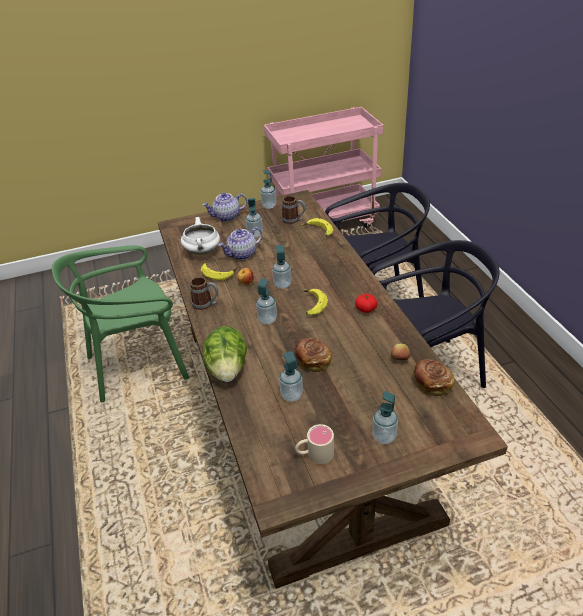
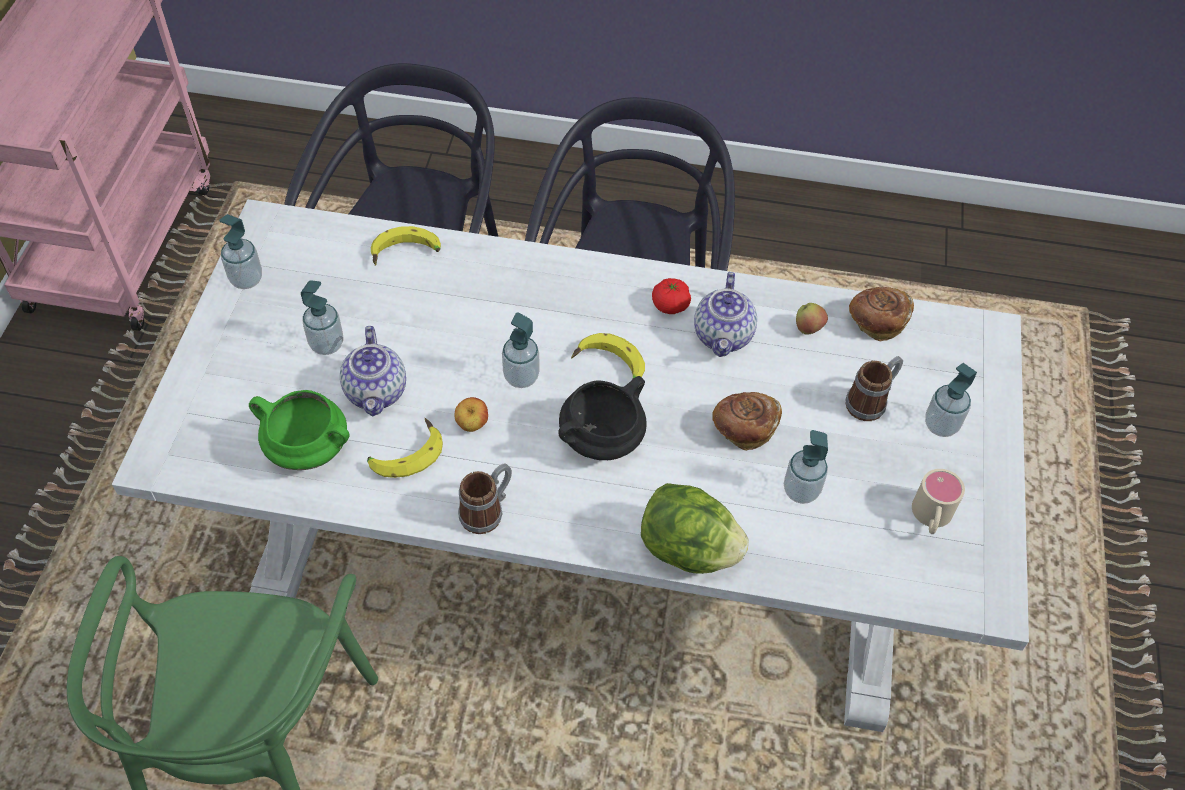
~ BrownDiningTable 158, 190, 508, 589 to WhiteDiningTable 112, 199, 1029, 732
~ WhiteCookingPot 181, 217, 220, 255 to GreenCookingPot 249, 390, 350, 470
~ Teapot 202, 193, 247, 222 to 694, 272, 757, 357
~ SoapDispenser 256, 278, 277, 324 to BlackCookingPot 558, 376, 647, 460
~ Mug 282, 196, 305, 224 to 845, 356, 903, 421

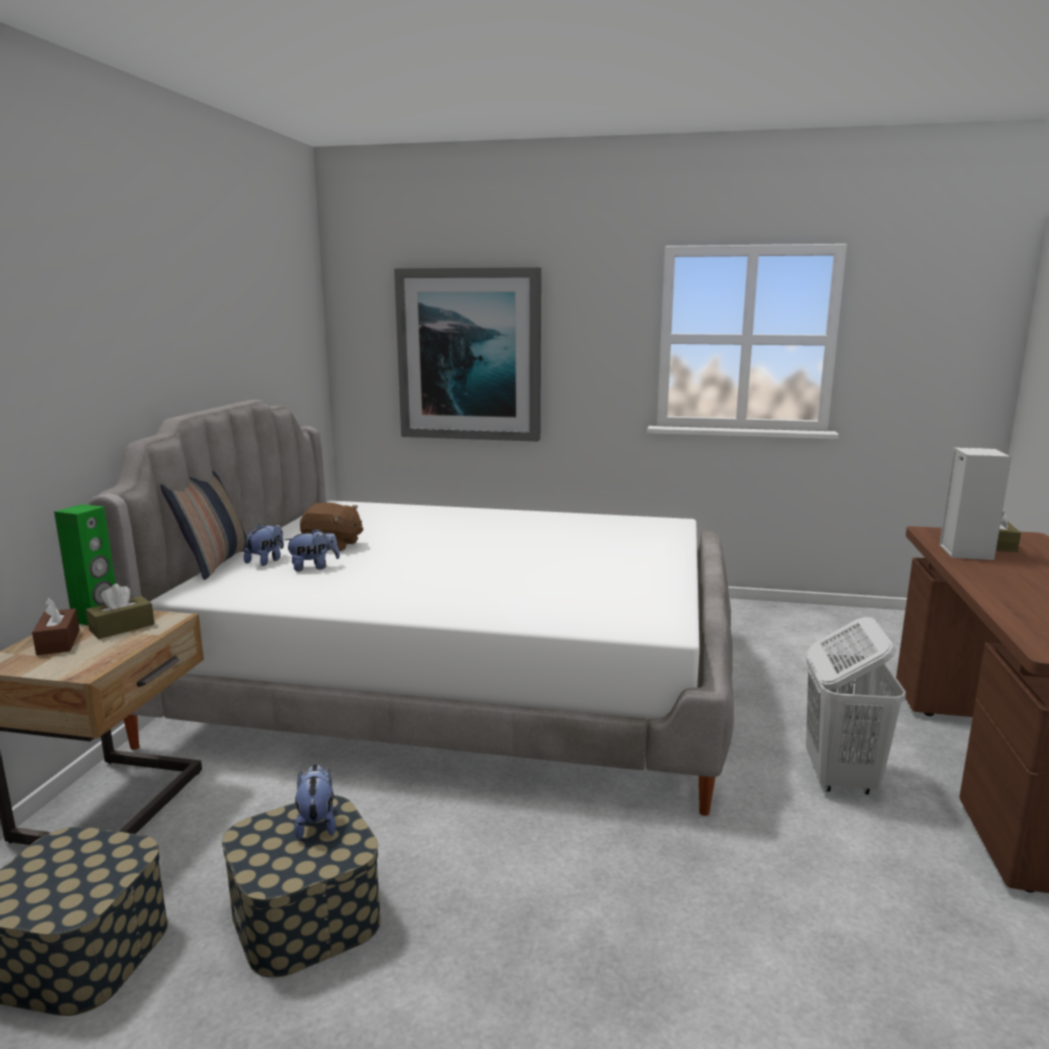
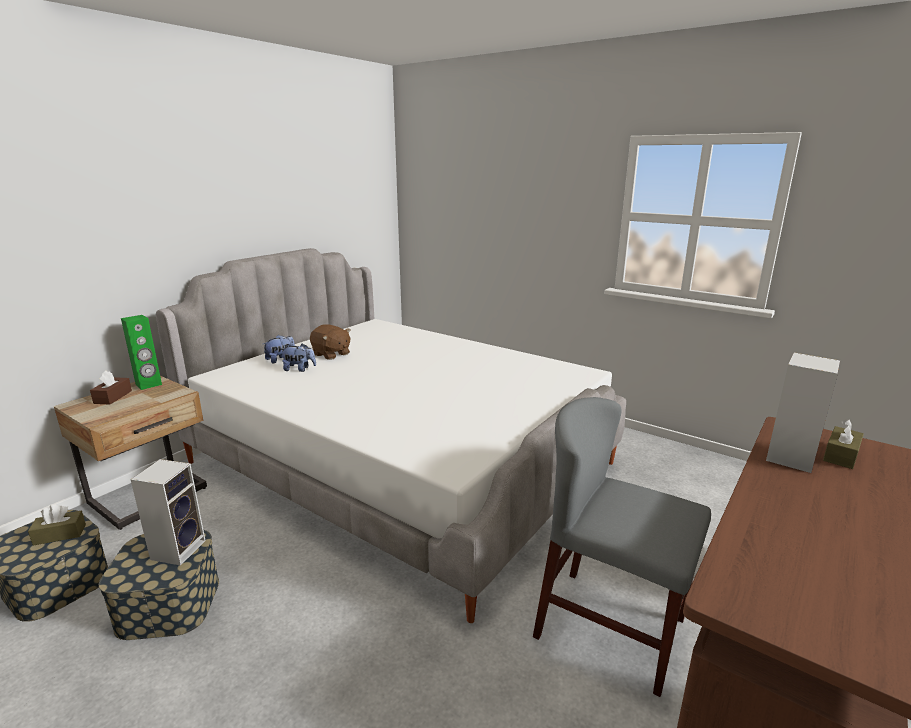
~ BrownTissueBox 86, 584, 155, 639 to 28, 505, 86, 546
- Pillow 160, 470, 247, 580
~ PlushToy 294, 764, 336, 840 to Speaker 131, 459, 206, 566
- Picture 394, 267, 541, 441
~ WhiteLaundryBasket 806, 617, 906, 794 to GreyChair 533, 397, 711, 697

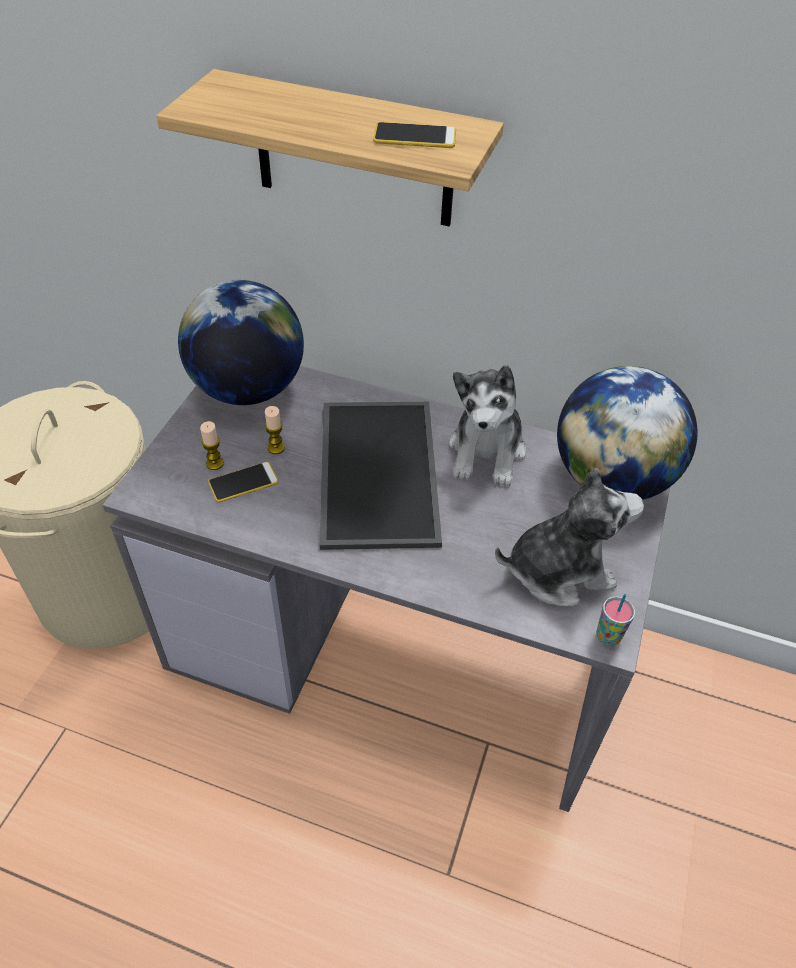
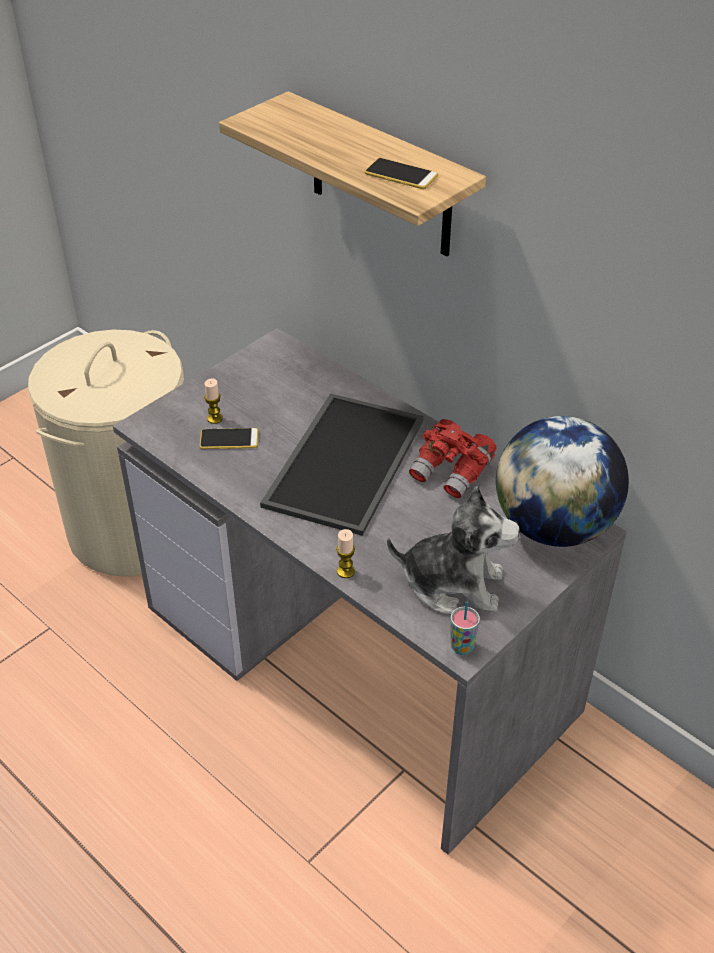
- Globe 178, 280, 304, 405
~ Candle 265, 406, 285, 454 to 336, 529, 355, 578
~ PlushToy 448, 365, 526, 487 to RedBinoculars 409, 419, 497, 498

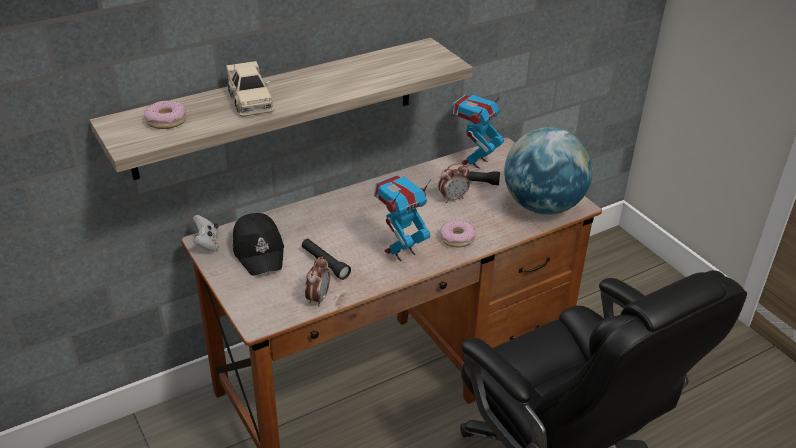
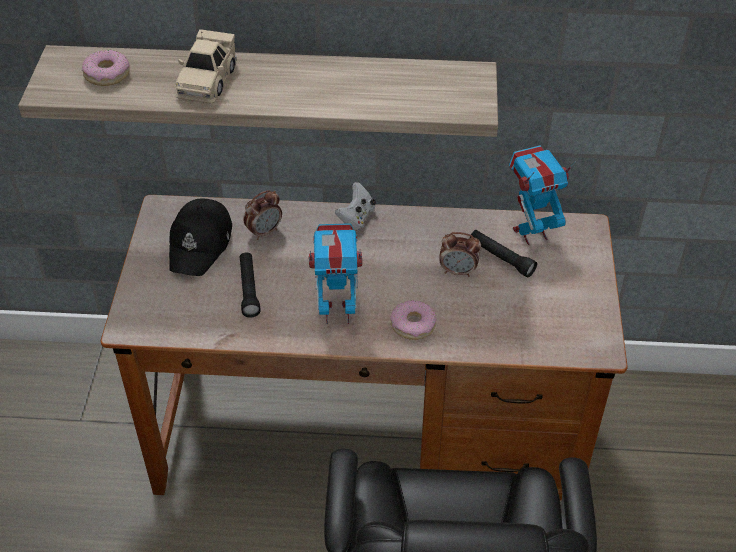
~ WhiteGameController 193, 215, 219, 252 to 335, 182, 376, 230
~ AlarmClock 305, 256, 330, 307 to 243, 190, 282, 240
- Globe 504, 127, 593, 215

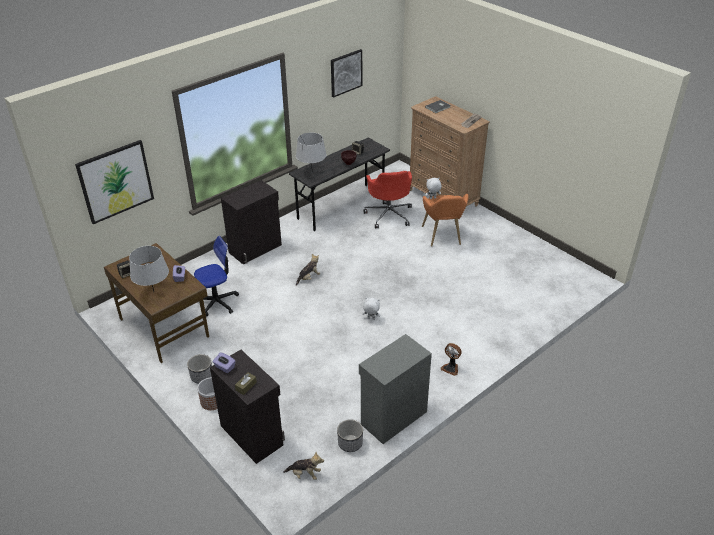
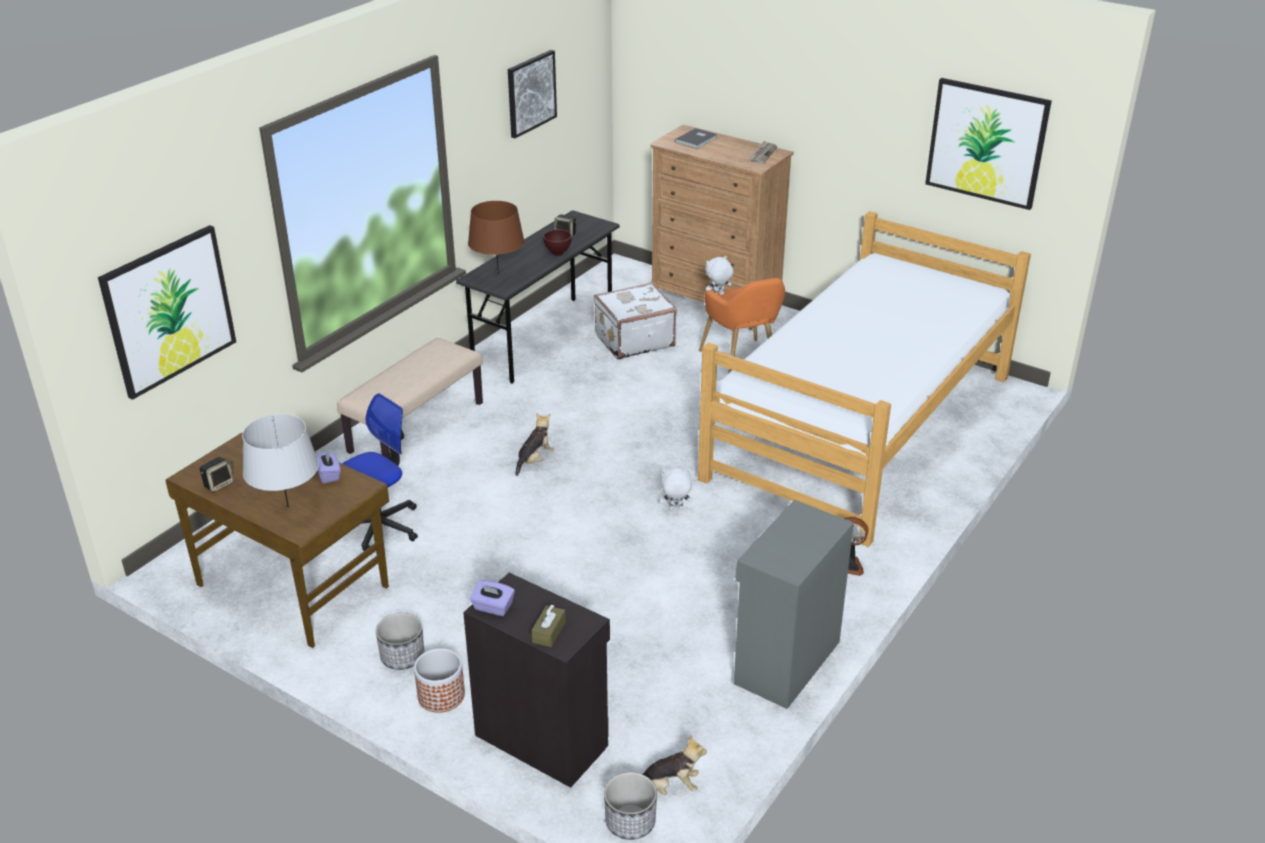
~ BlackCabinet 221, 180, 282, 264 to BeigeBench 337, 338, 483, 459
~ GreyTableLamp 296, 133, 327, 166 to BrownTableLamp 468, 201, 524, 275
~ Planter 337, 419, 363, 452 to 604, 772, 657, 840
~ RedOfficeChair 363, 171, 412, 229 to WhiteSuitcase 594, 282, 677, 360
+ Bed 698, 211, 1031, 547
+ Picture 925, 78, 1052, 210

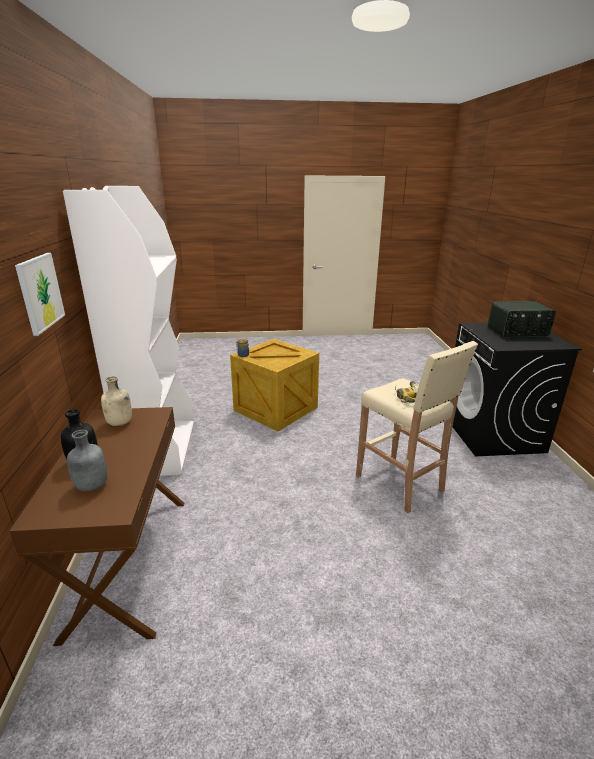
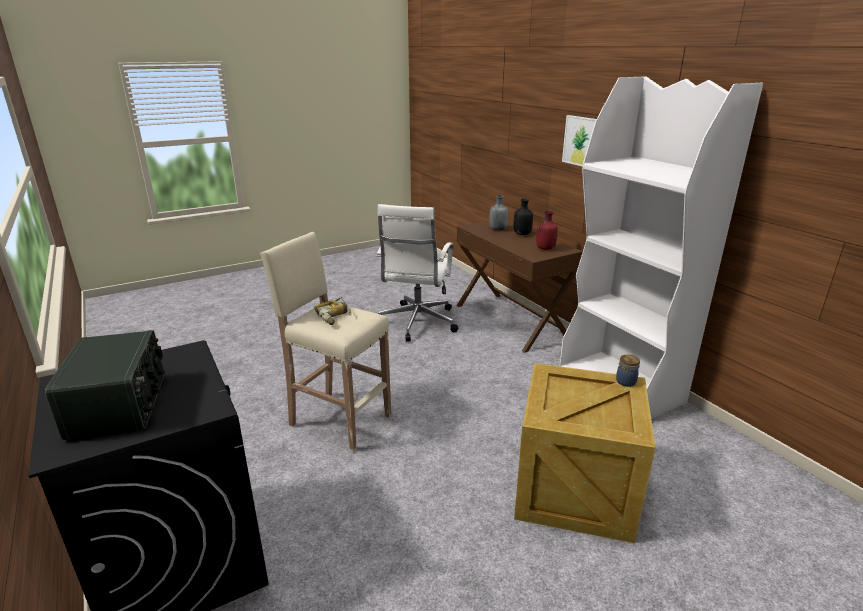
~ BeigeBottle 101, 376, 132, 426 to RedBottle 536, 211, 558, 250
~ Radio 488, 301, 556, 338 = 45, 330, 165, 440 105 degrees clockwise
+ WhiteOfficeChair 376, 204, 458, 342

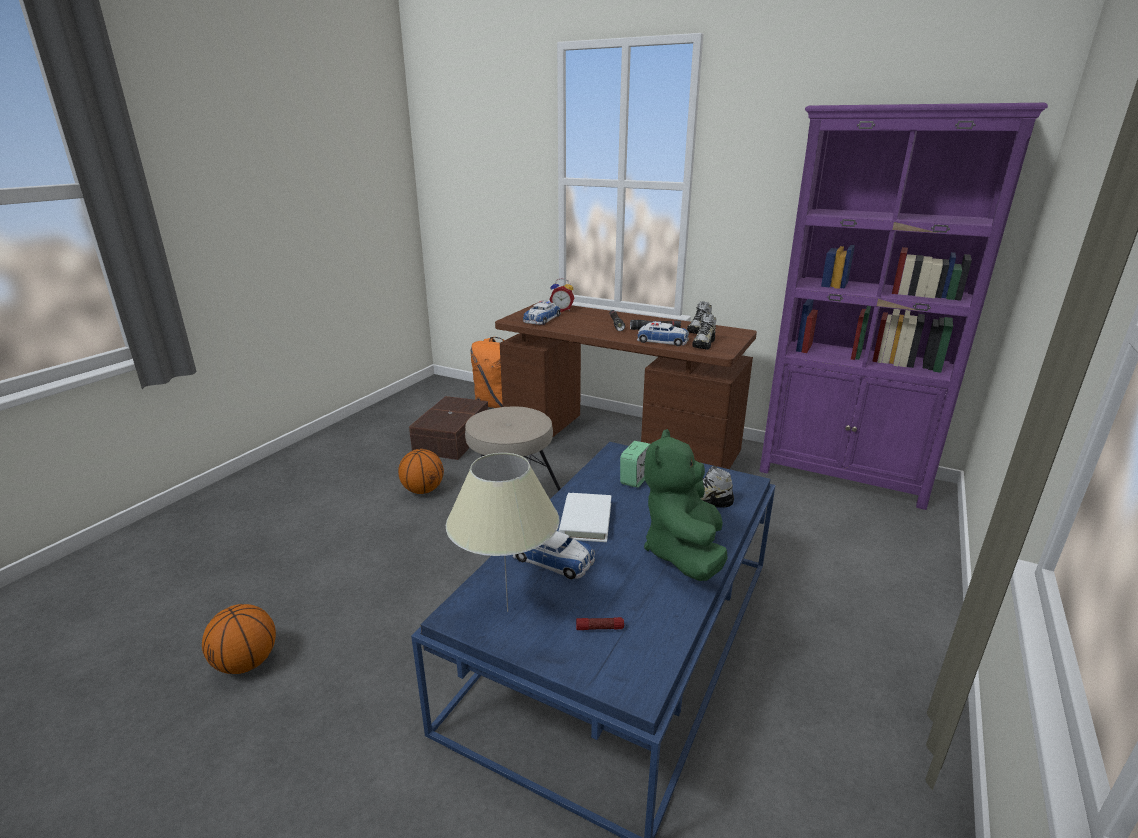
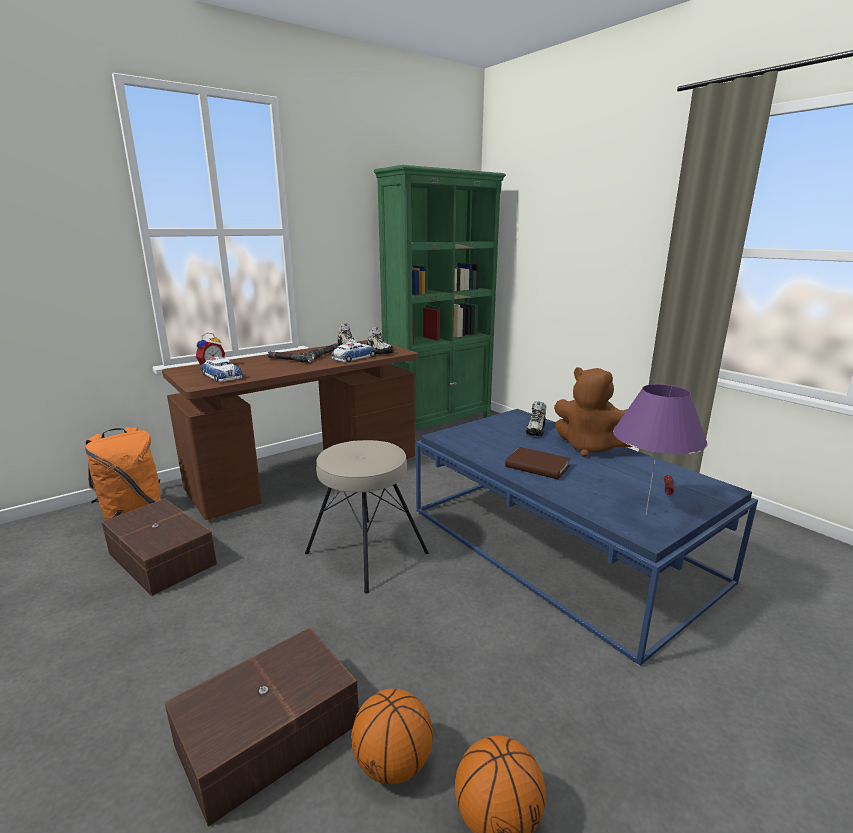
~ Basketball 398, 449, 444, 494 to 351, 689, 433, 785
~ BeigeTableLamp 446, 453, 560, 612 to PurpleTableLamp 613, 384, 708, 515
- ToyCar 513, 531, 595, 579
~ WhiteBook 558, 493, 611, 542 to BrownBook 505, 447, 571, 480
- AlarmClock 620, 441, 650, 488
~ GreenPlushToy 644, 429, 728, 581 to BrownPlushToy 554, 367, 633, 457
~ PurpleBookcase 759, 103, 1048, 510 to GreenBookcase 374, 165, 506, 430
+ BrownStorageBox 164, 627, 359, 827

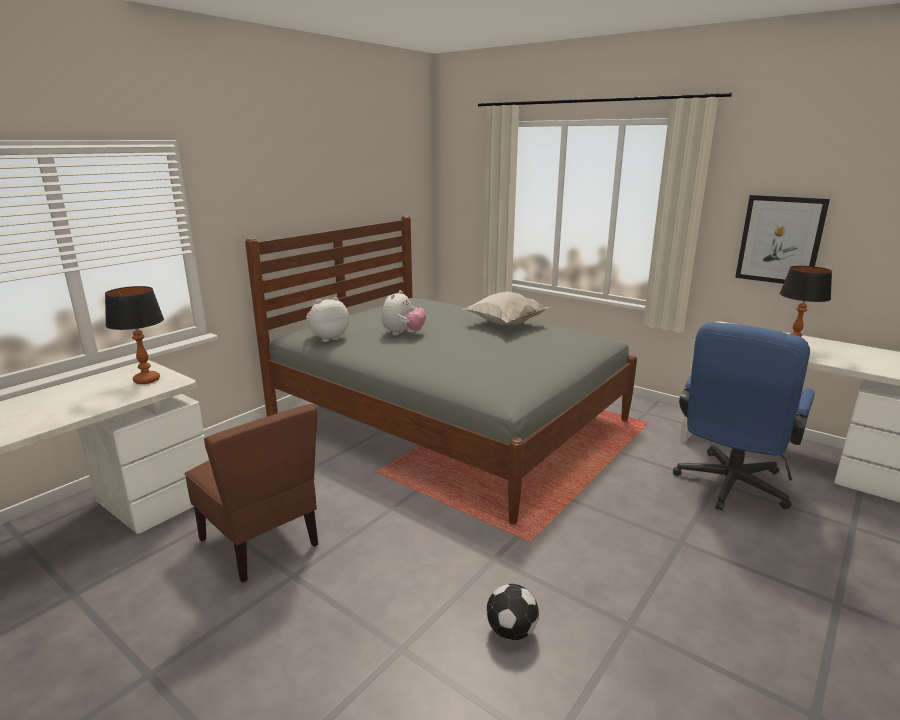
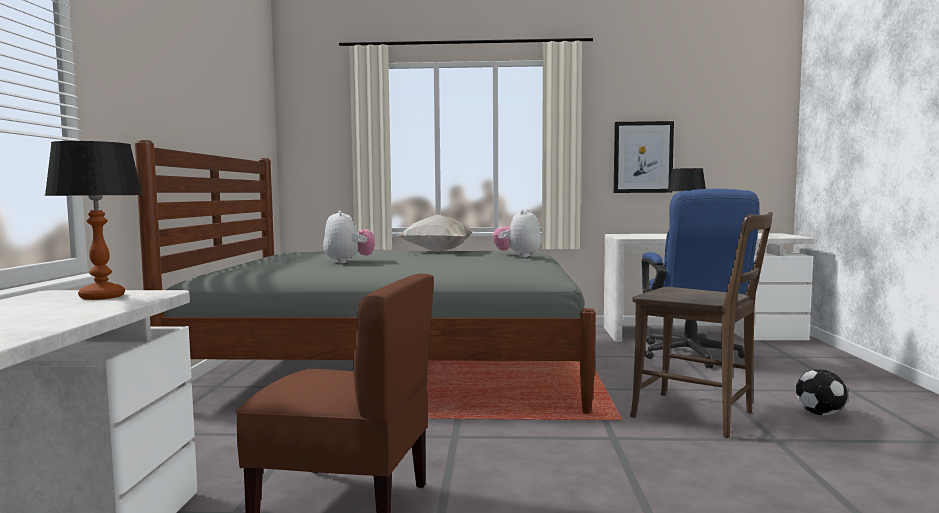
~ PlushToy 306, 297, 349, 342 to 493, 209, 541, 258
~ Football 487, 584, 539, 640 to 796, 369, 848, 416
+ BrownChair 630, 212, 773, 438

